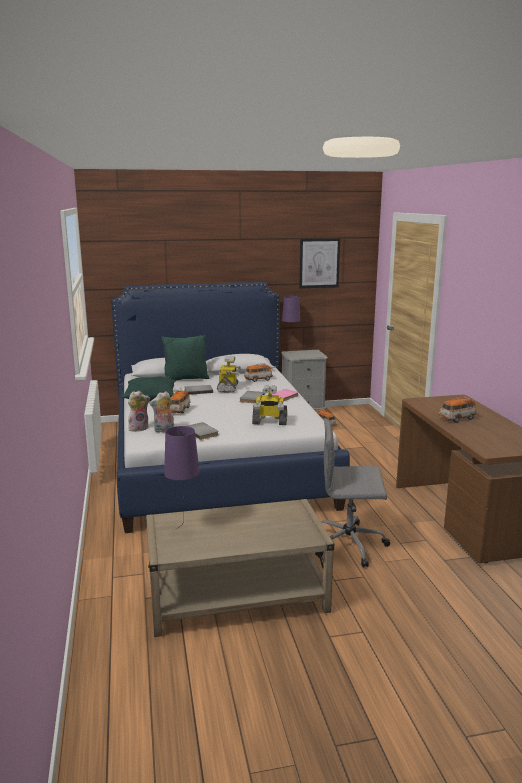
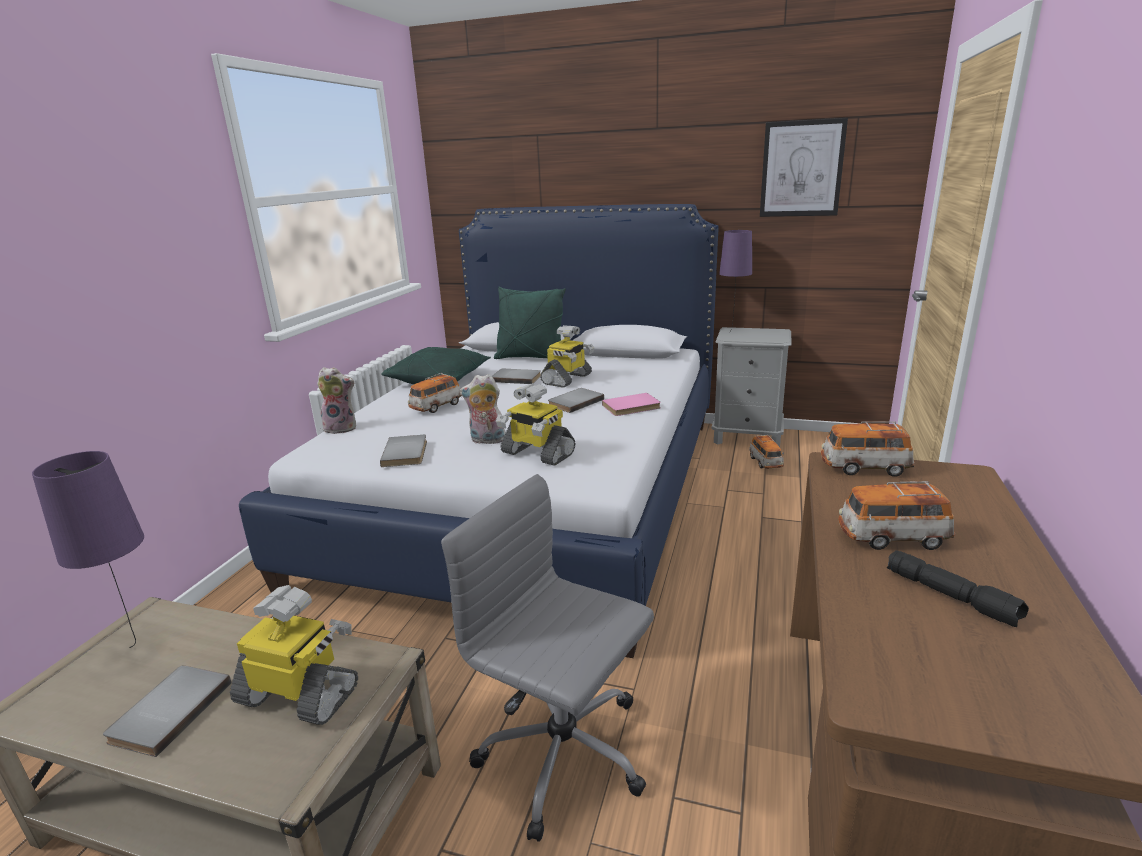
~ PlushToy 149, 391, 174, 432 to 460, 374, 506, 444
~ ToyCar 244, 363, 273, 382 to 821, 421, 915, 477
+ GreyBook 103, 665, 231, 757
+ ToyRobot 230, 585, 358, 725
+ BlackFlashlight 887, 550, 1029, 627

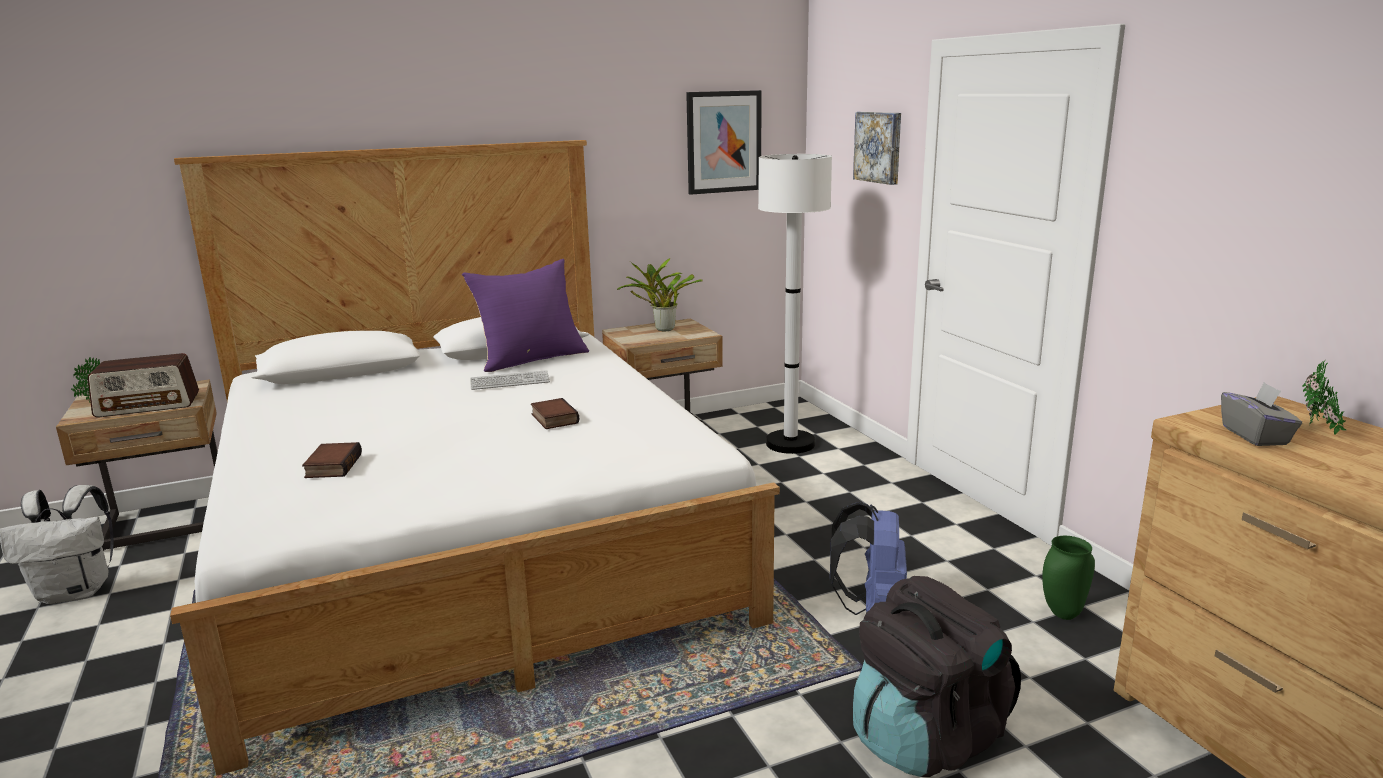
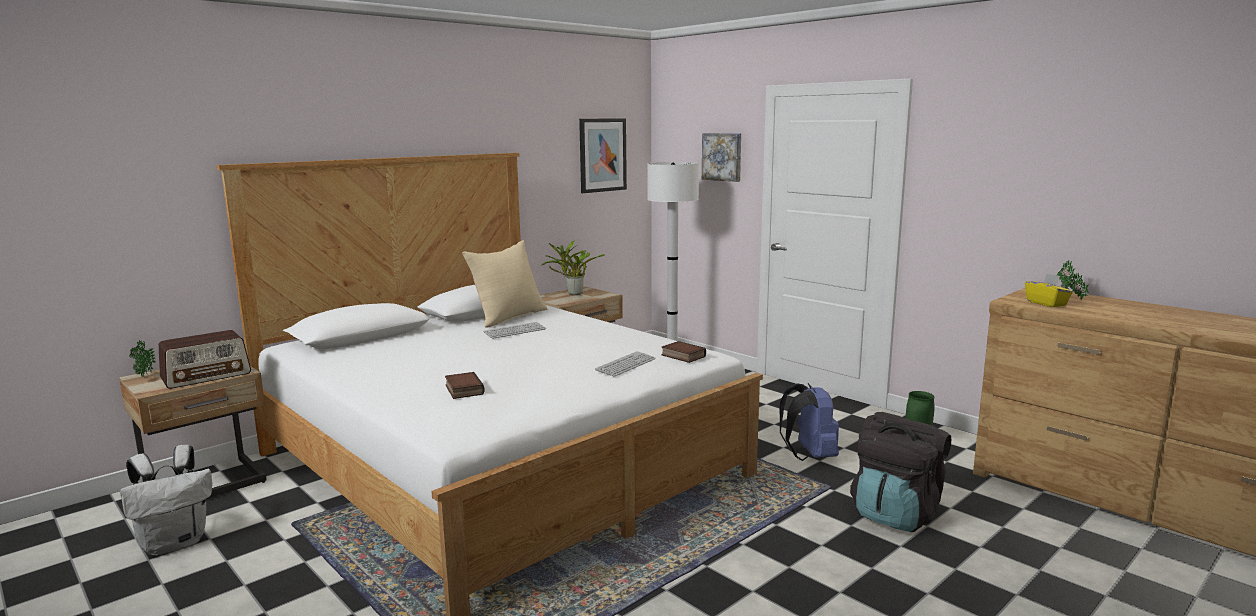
~ PurplePillow 462, 259, 589, 372 to BeigePillow 462, 240, 547, 327
~ Book 531, 398, 579, 429 to 661, 341, 706, 363
~ GreyTissueBox 1221, 382, 1302, 446 to YellowTissueBox 1025, 273, 1073, 307
+ Keyboard 595, 351, 656, 377

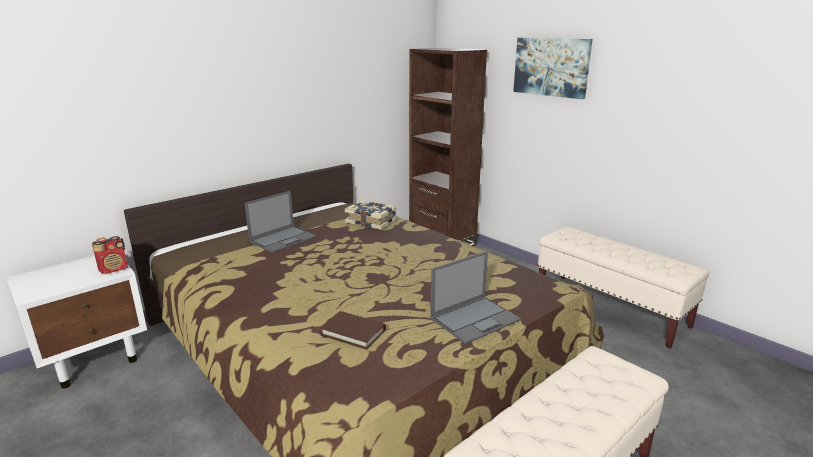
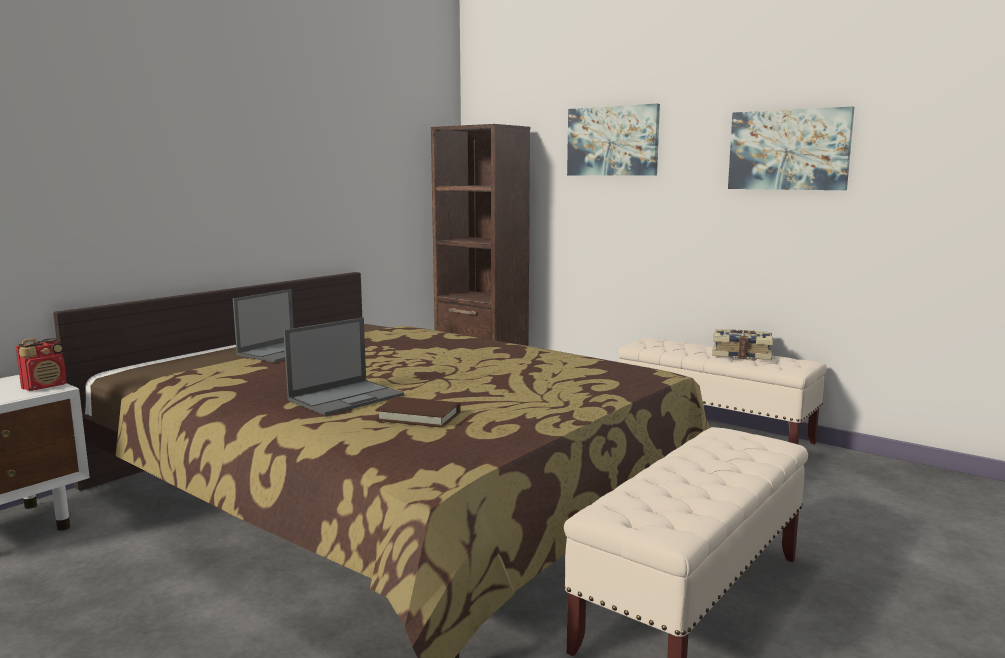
~ Book 345, 200, 397, 230 to 712, 329, 773, 360
~ Laptop 430, 251, 521, 344 to 284, 317, 404, 416
+ Picture 728, 107, 854, 190

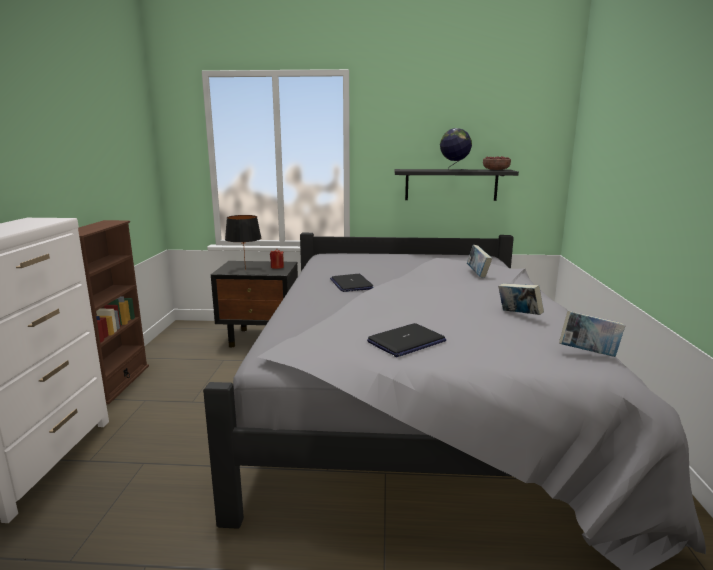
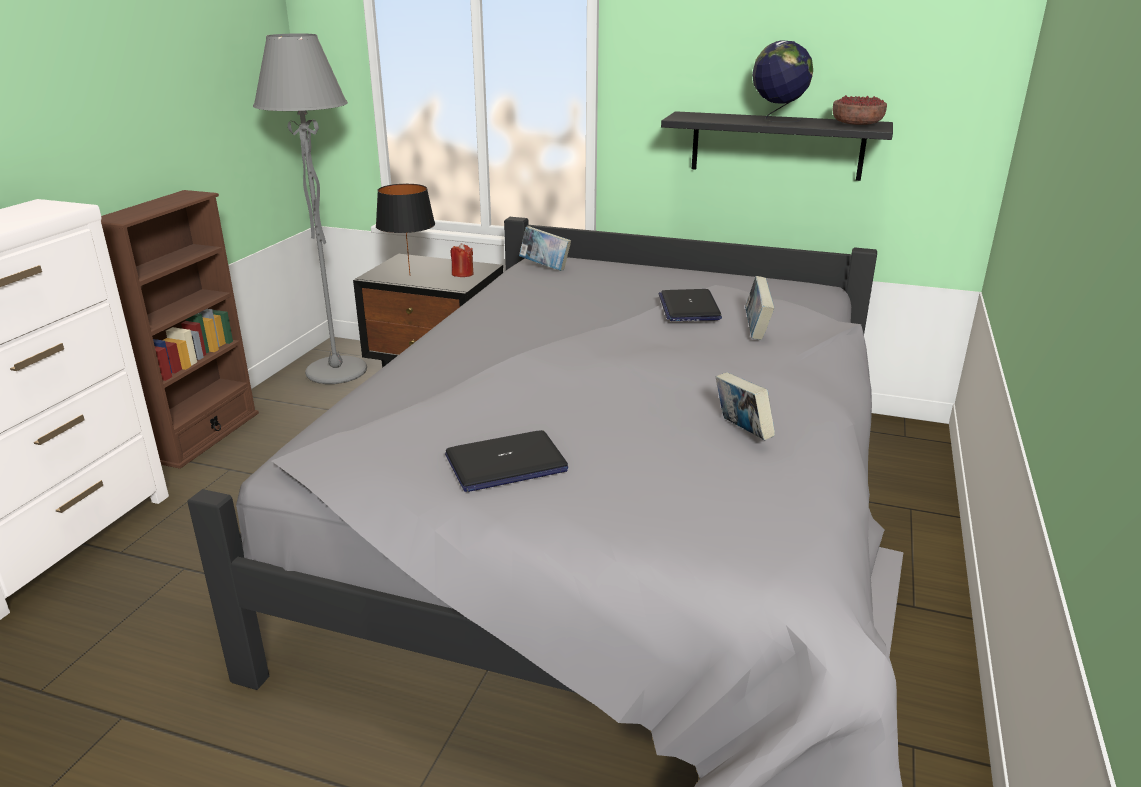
~ Laptop 330, 274, 374, 292 to 658, 289, 722, 321
~ Book 559, 311, 625, 357 to 519, 226, 571, 271
+ GreyFloorLamp 253, 34, 367, 384

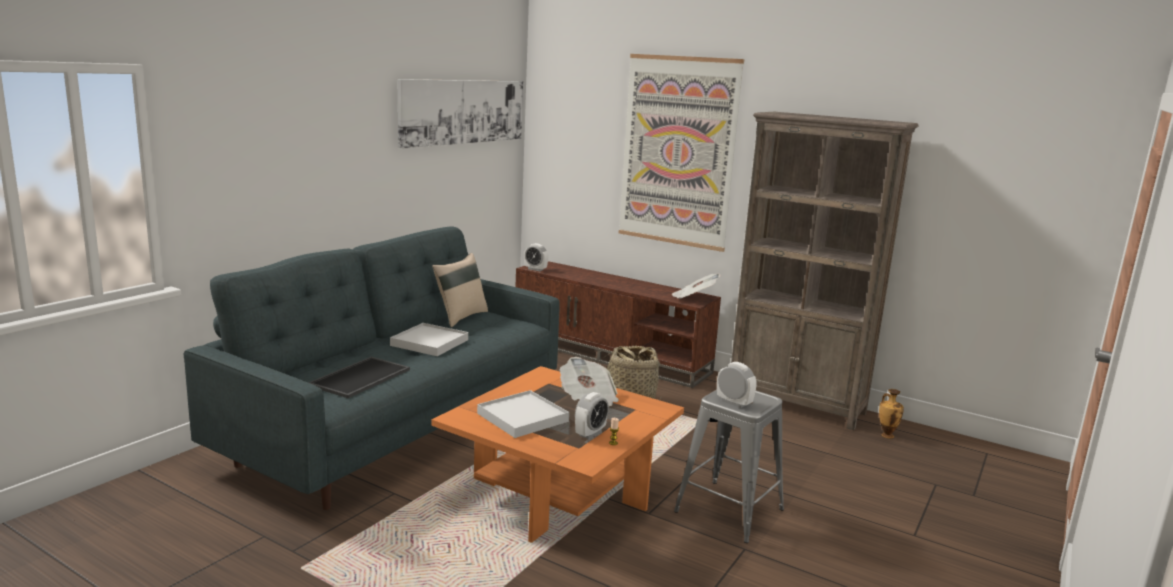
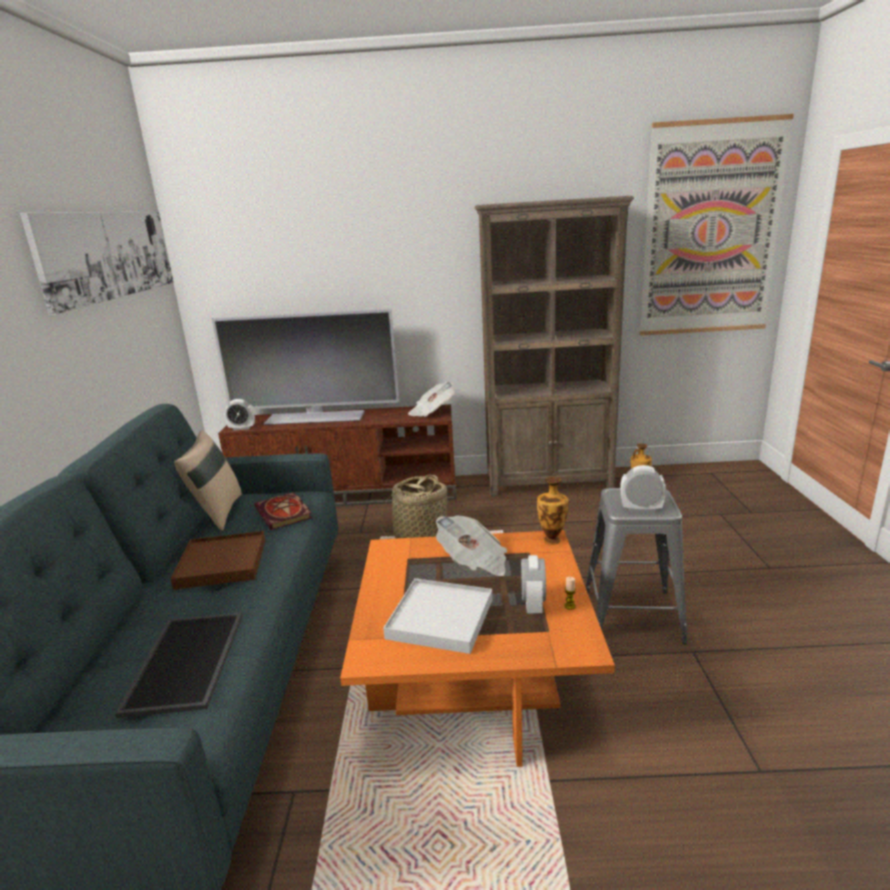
~ WhiteTray 390, 323, 468, 356 to BrownTray 170, 531, 265, 590
~ Picture 619, 54, 744, 252 to 640, 114, 794, 335
+ Television 212, 309, 399, 425
+ Book 254, 492, 312, 530
+ Vase 537, 476, 569, 545

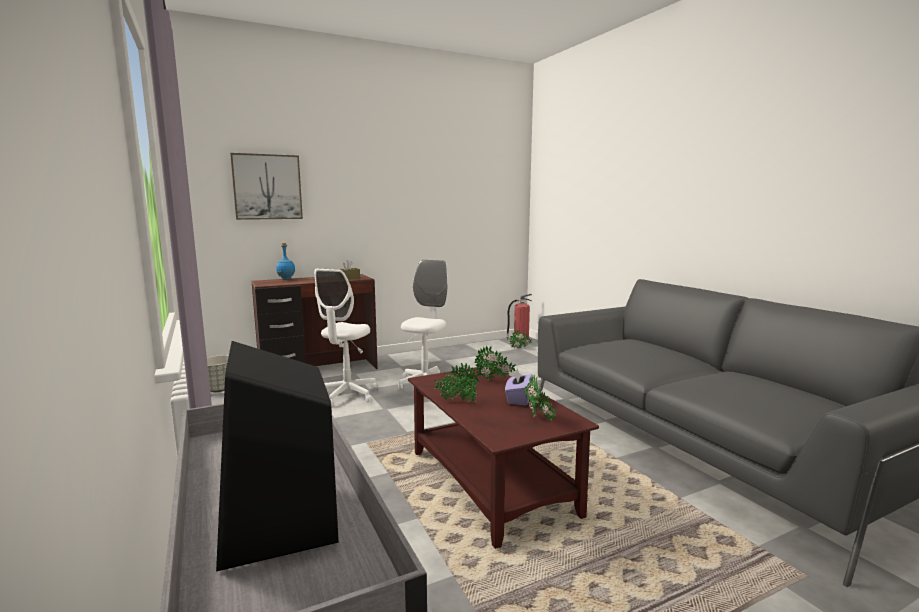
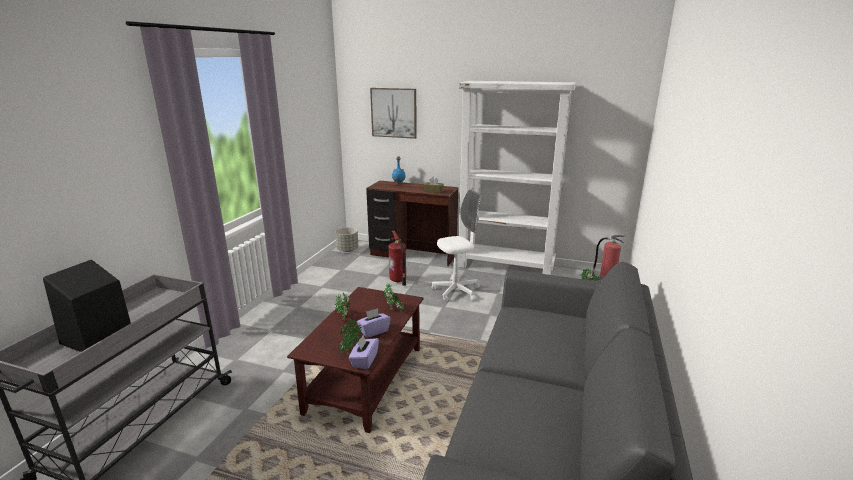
~ WhiteOfficeChair 314, 268, 377, 407 to FireExtinguisher 389, 231, 406, 286
+ PurpleTissueBox 349, 335, 379, 369
+ WhiteBookcase 458, 81, 576, 275

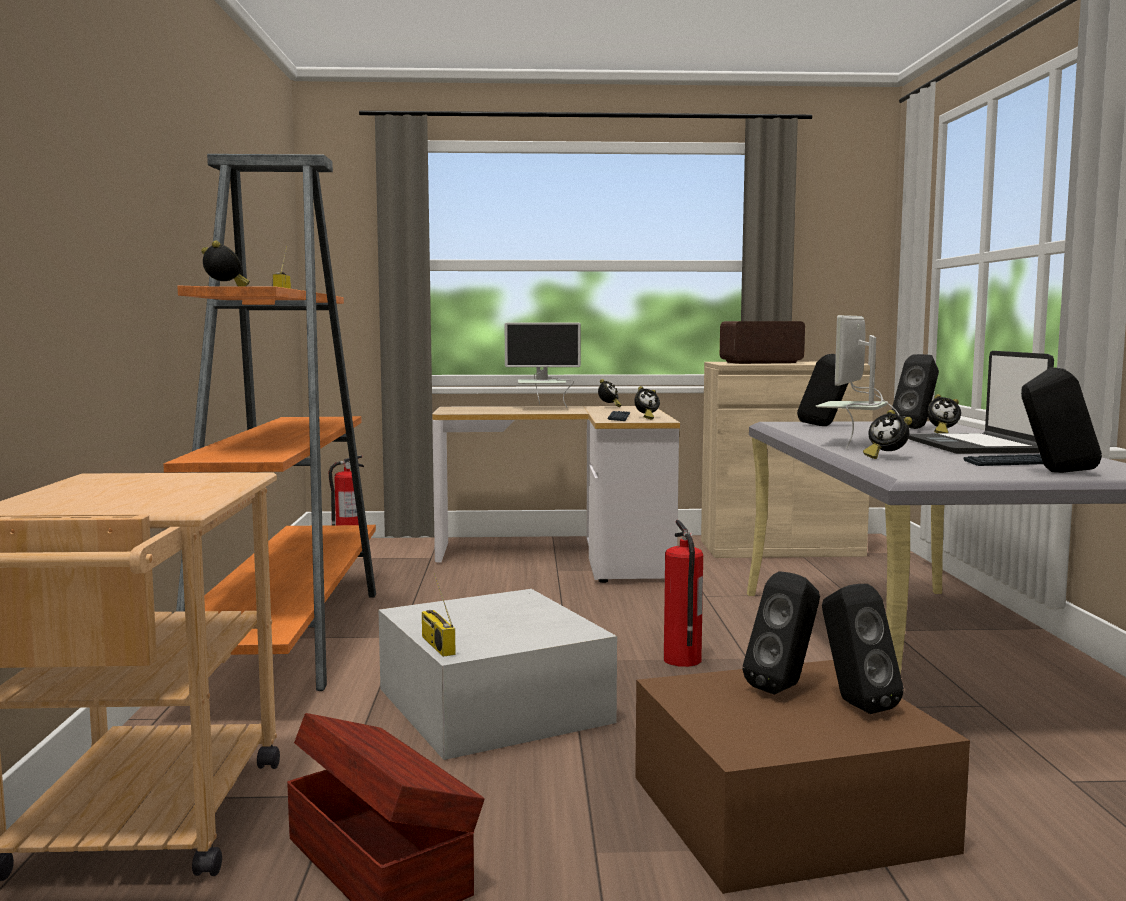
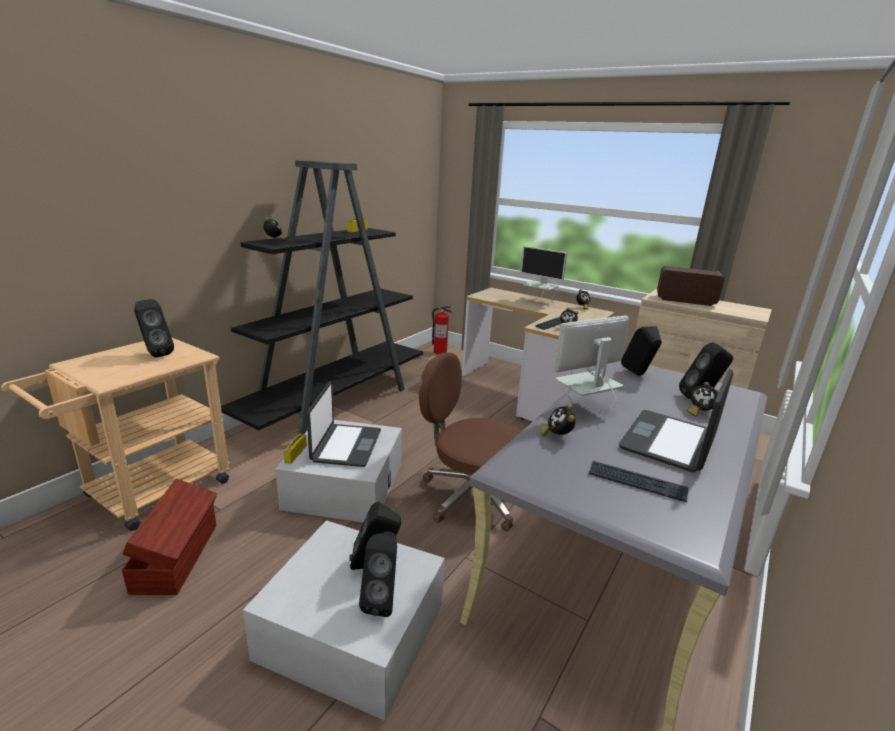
~ OrangeBookcase 163, 154, 376, 691 to BlackBookcase 221, 160, 423, 435
~ BrownStorageBox 635, 660, 970, 894 to WhiteStorageBox 243, 520, 445, 721
~ FireExtinguisher 664, 520, 703, 667 to BrownOfficeChair 419, 352, 522, 531
~ BlackSpeaker 1021, 367, 1102, 473 to 134, 299, 174, 358
+ Laptop 306, 381, 381, 467

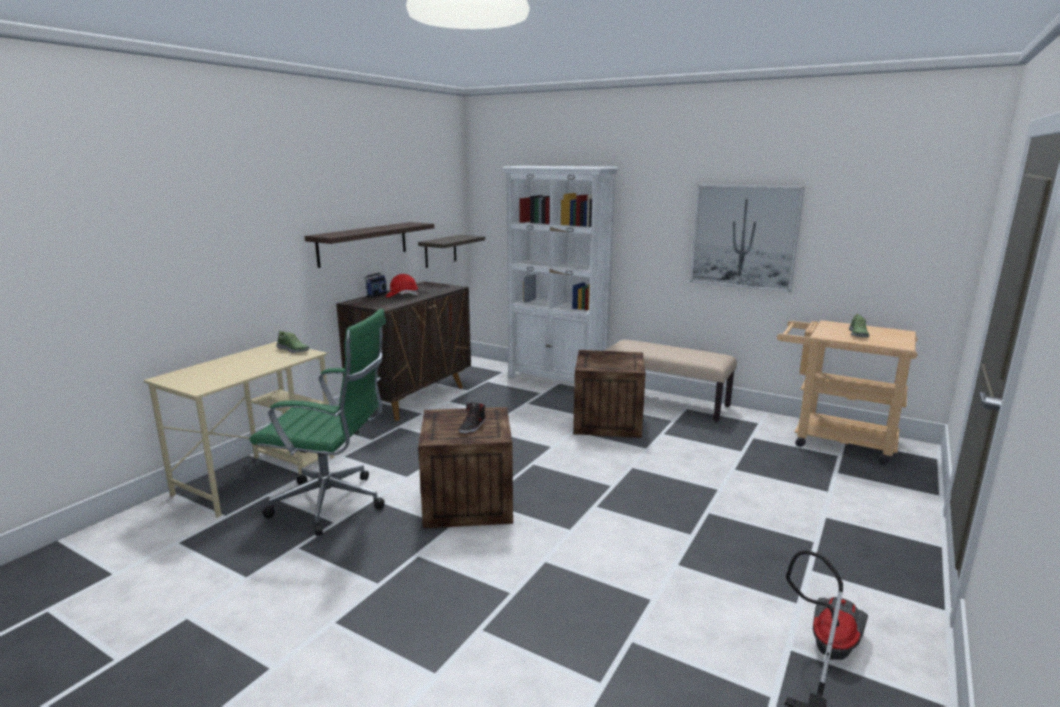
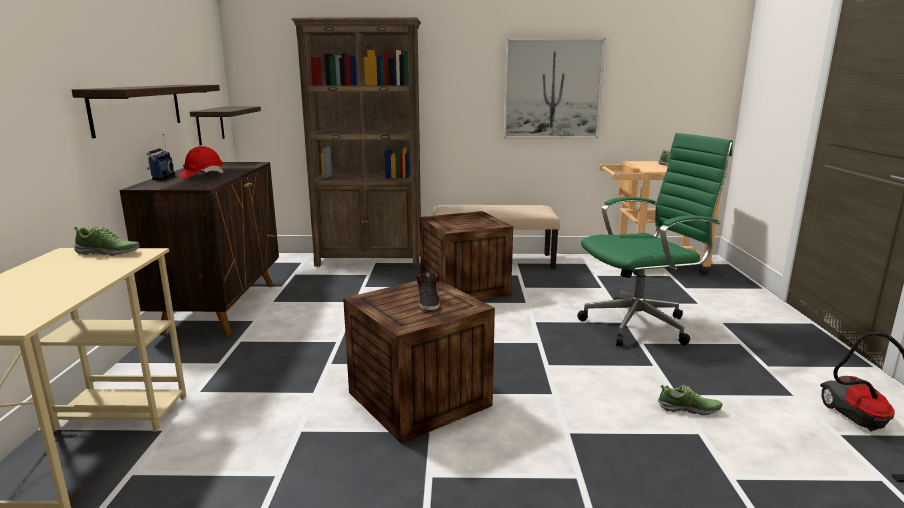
~ GreenOfficeChair 249, 309, 386, 536 to 577, 133, 733, 346
~ WhiteBookcase 502, 166, 618, 383 to BrownBookcase 291, 17, 421, 267
+ Shoe 658, 385, 722, 415

